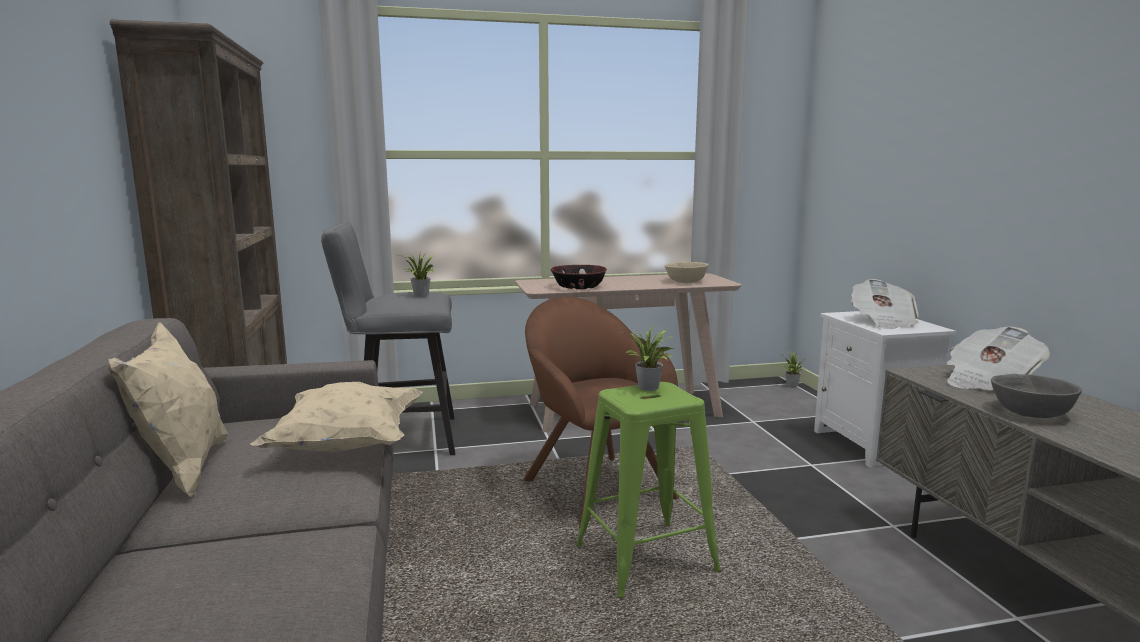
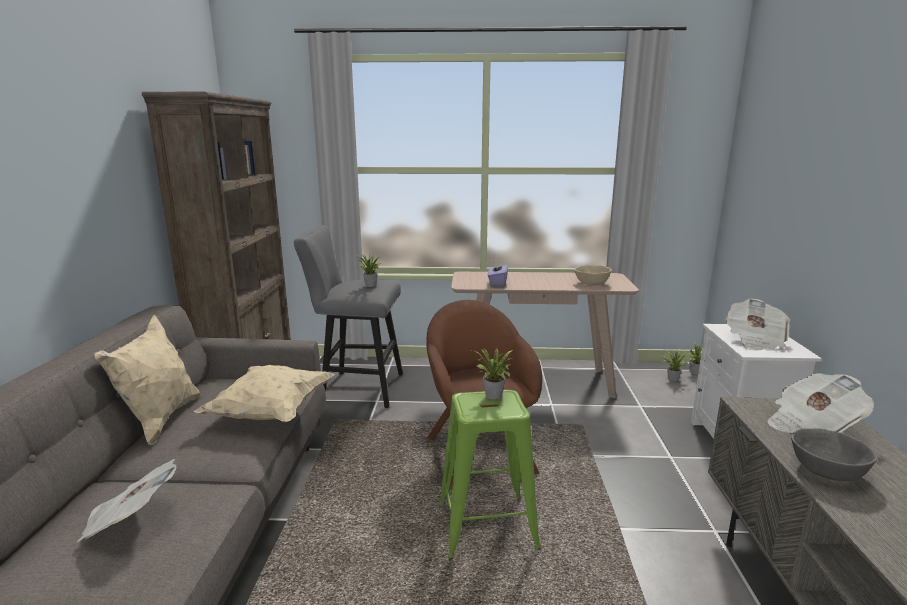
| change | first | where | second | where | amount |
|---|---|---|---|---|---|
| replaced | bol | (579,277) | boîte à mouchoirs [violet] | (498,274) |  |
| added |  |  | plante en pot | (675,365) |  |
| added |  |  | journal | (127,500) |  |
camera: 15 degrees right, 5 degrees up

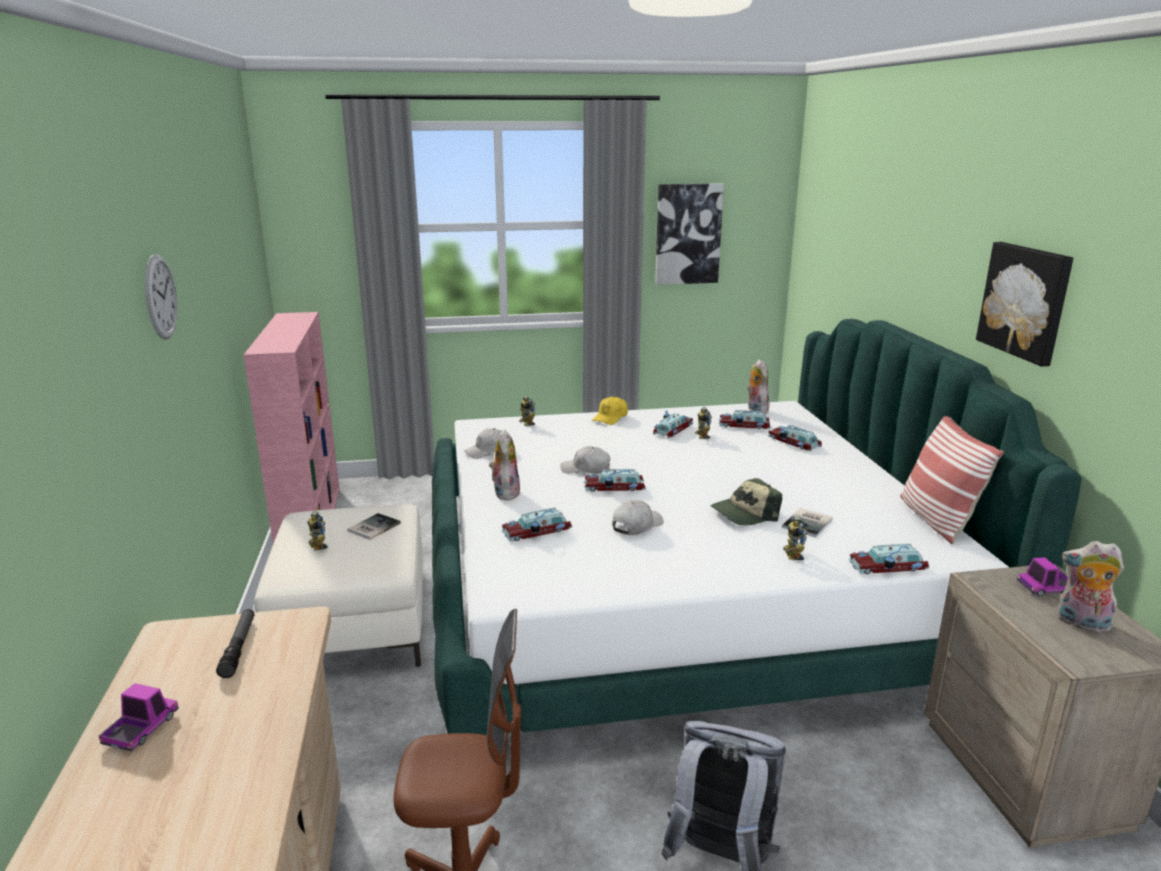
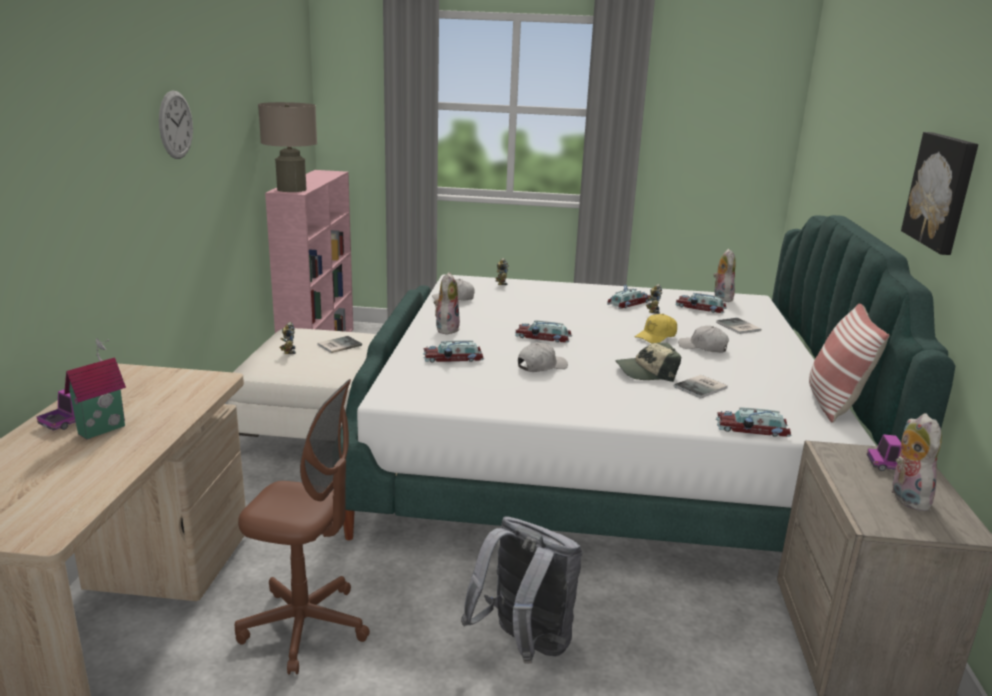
| change | first | where | second | where | amount |
|---|---|---|---|---|---|
| removed | tableau | (689,234) |  |  |  |
| moved | casquette [jaune] | (610,410) |  | (656,328) |  |
| replaced | petite voiture | (795,438) | livre | (738,326) |  |
| moved | casquette [blanc] | (585,460) |  | (703,339) |  |
| removed | robot jouet | (795,537) |  |  |  |
| turned | peluche | (1091,587) |  | (917,462) | 45 degrees clockwise |
| removed | lampe de poche | (235,643) |  |  |  |
| added |  |  | lampe de table [beige] | (287,147) |  |
| added |  |  | maison miniature | (95,388) |  |
camera: 15 degrees right, 0 degrees up

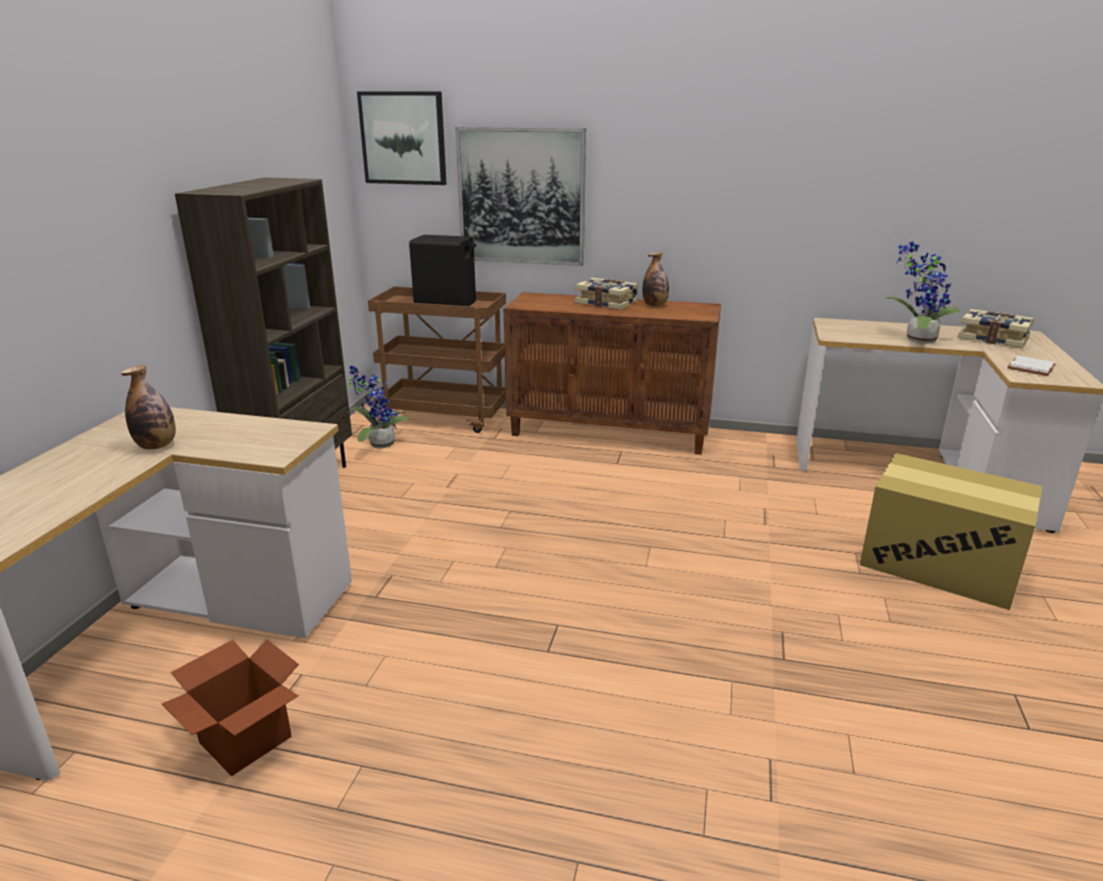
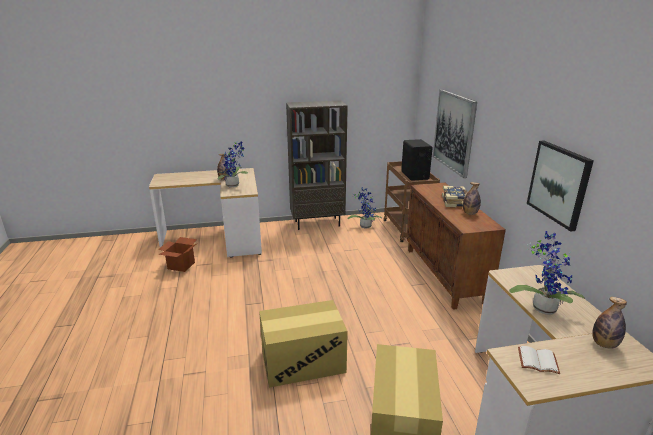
| change | first | where | second | where | amount |
|---|---|---|---|---|---|
| moved | tableau | (402,138) |  | (560,186) |  |
| replaced | livre | (996,328) | bouteille | (609,323) |  |
| added |  |  | plante en pot | (232,164) |  |
| added |  |  | carton | (303,344) |  |
camera: 65 degrees right, 0 degrees up

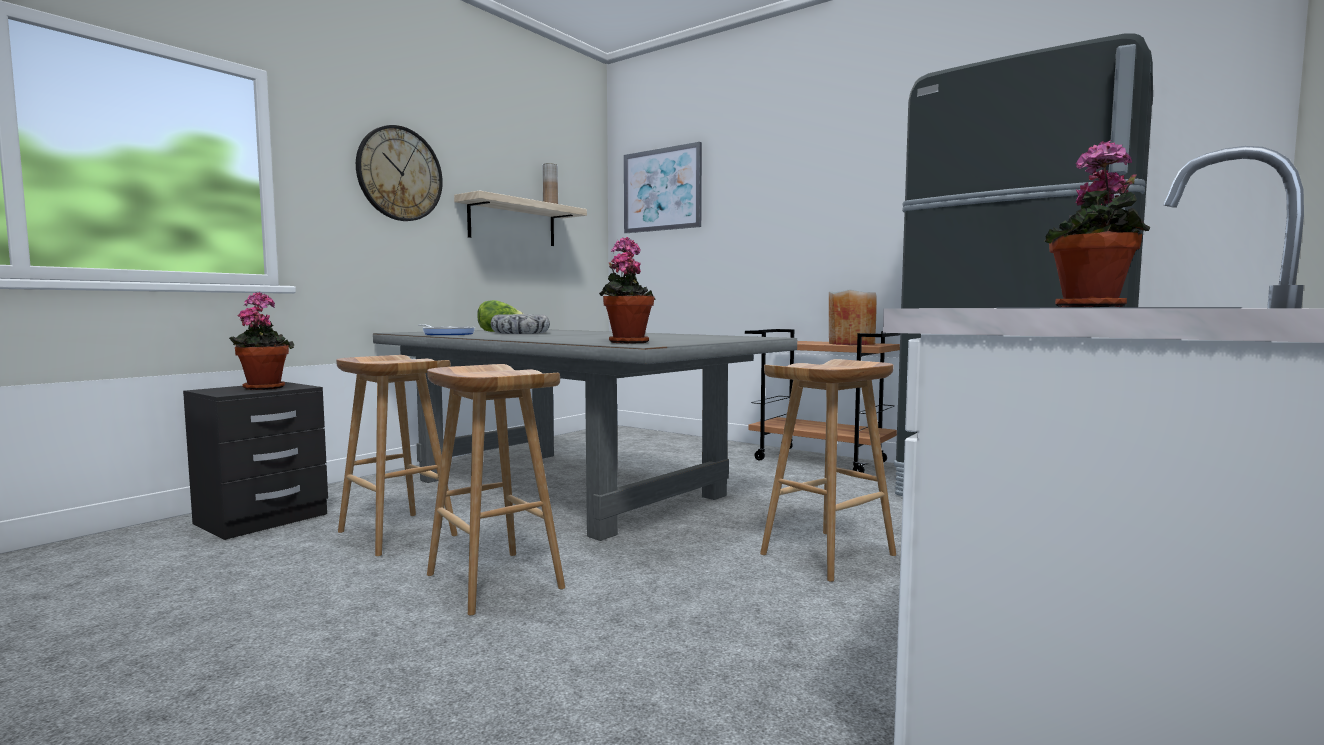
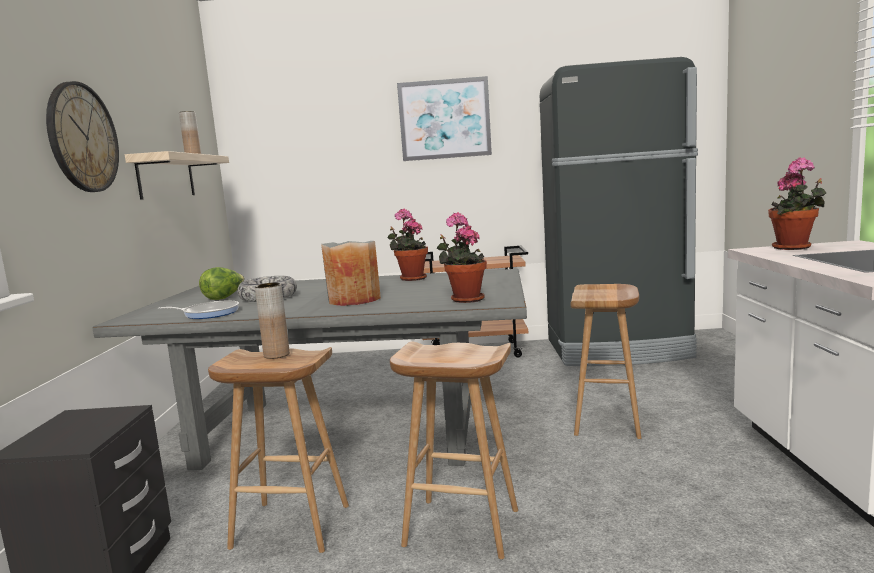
| change | first | where | second | where | amount |
|---|---|---|---|---|---|
| moved | tableau | (663,187) |  | (444,118) |  |
| moved | vase [gris] | (853,317) |  | (351,273) |  |
| moved | plante en pot | (261,341) |  | (407,244) |  |
| added |  |  | vase [marron] | (272,320) |  |
camera: 35 degrees left, 5 degrees up

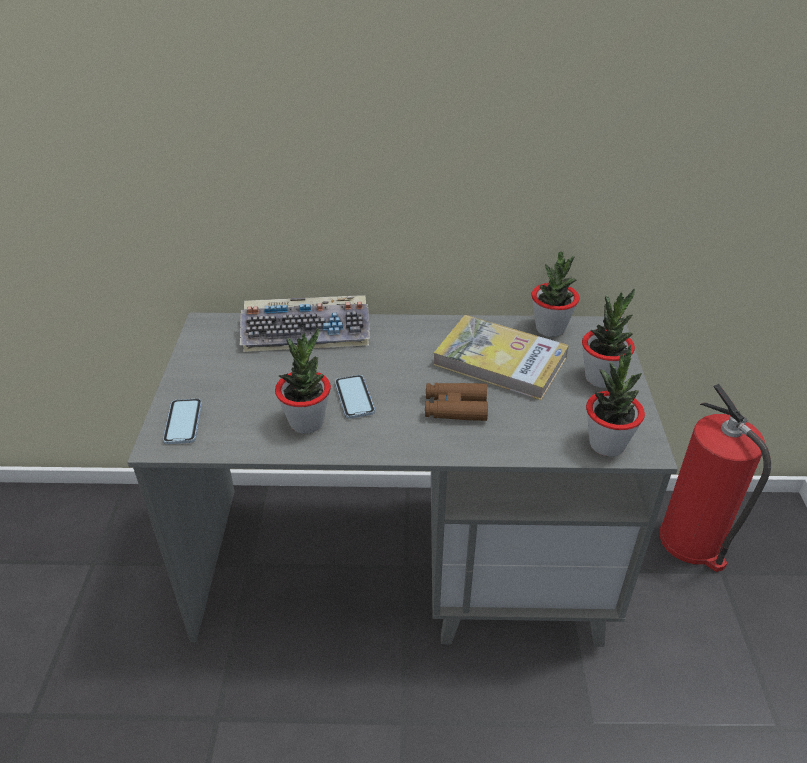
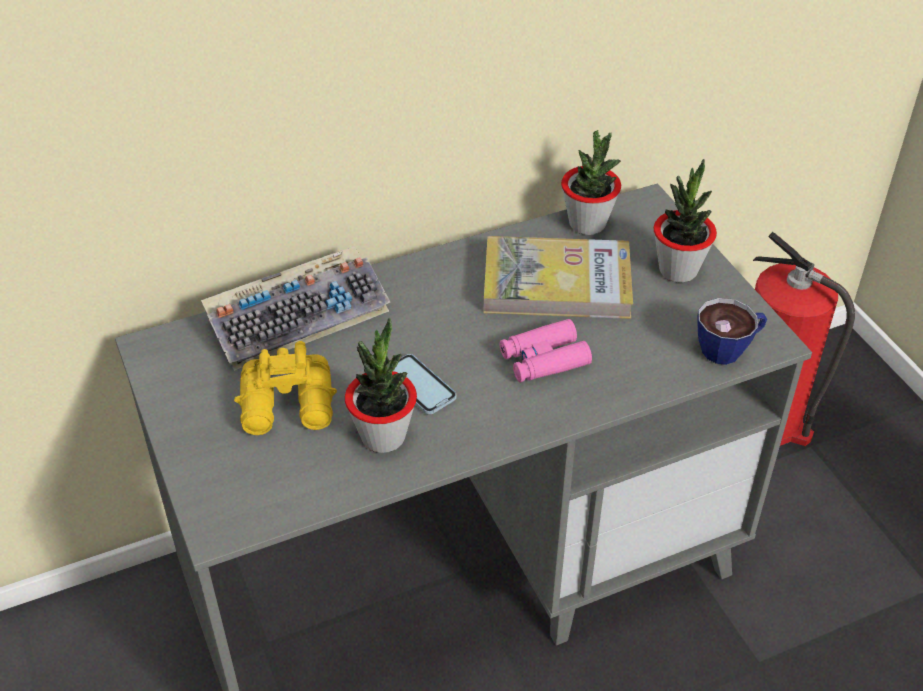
| change | first | where | second | where | amount |
|---|---|---|---|---|---|
| replaced | plante en pot | (615,401) | tasse | (732,331) |  |
| recoloured | jumelles [marron] | (456,402) | jumelles [rose] | (546,350) |  |
| removed | téléphone | (182,421) |  |  |  |
| added |  |  | jumelles [jaune] | (285,388) |  |
camera: 25 degrees left, 5 degrees up

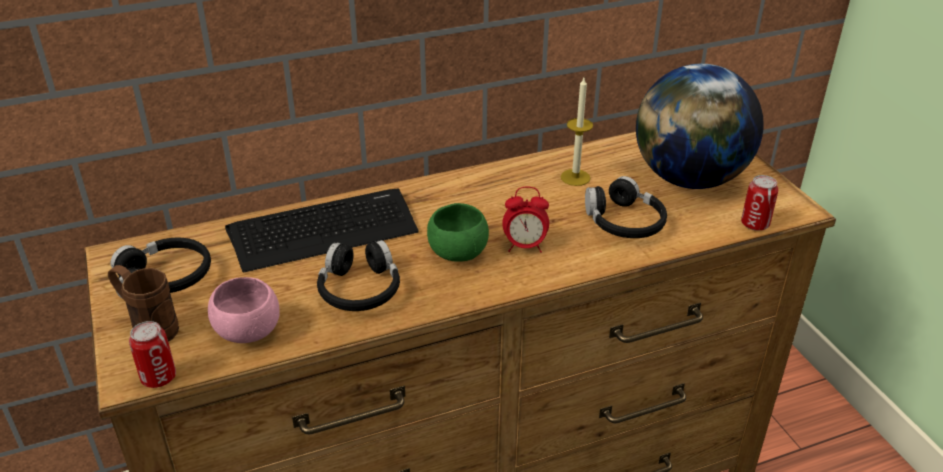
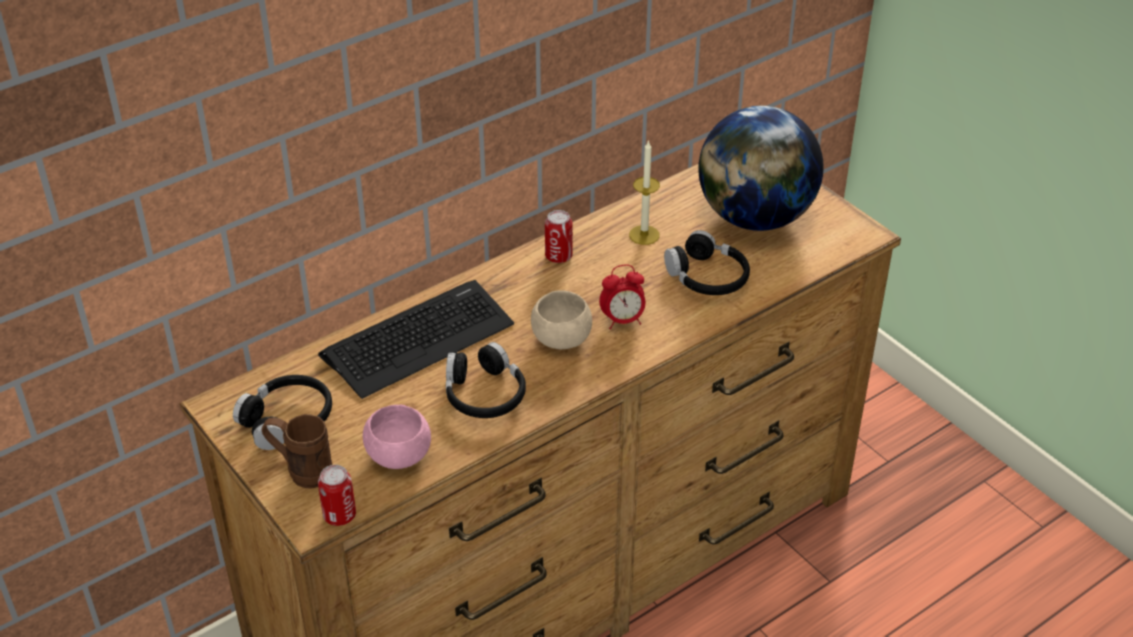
| change | first | where | second | where | amount |
|---|---|---|---|---|---|
| moved | boîte métallique | (759,203) |  | (559,236) |  |
| recoloured | bol [vert] | (458,232) | bol [beige] | (561,319) |  |
camera: 15 degrees left, 5 degrees up

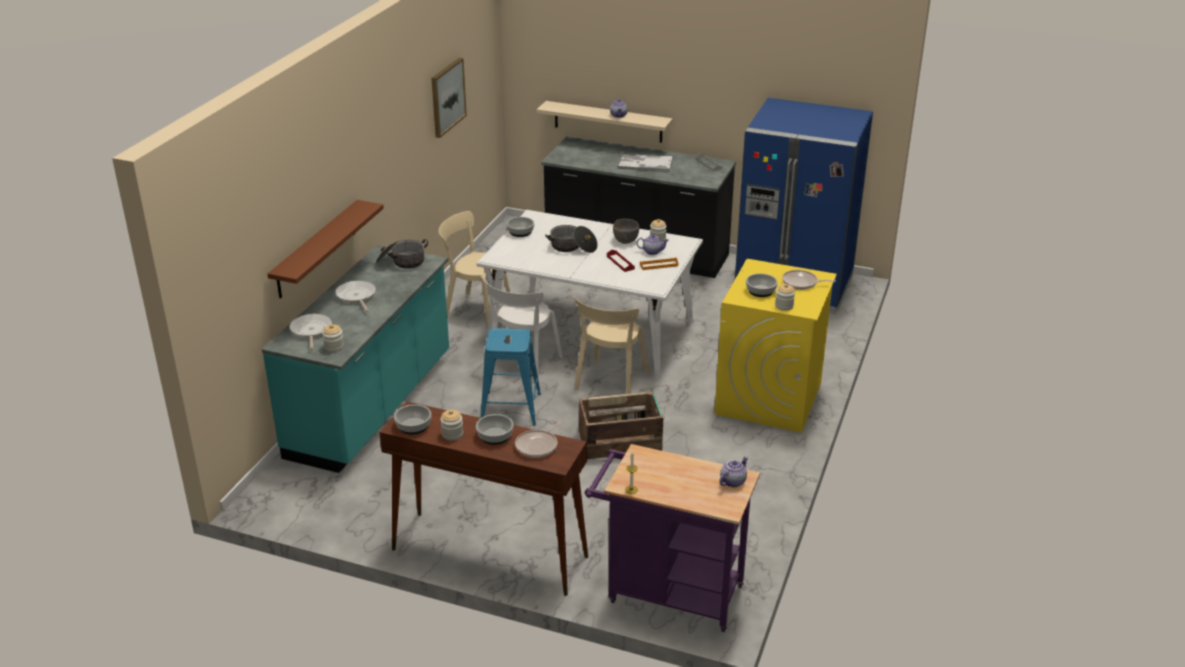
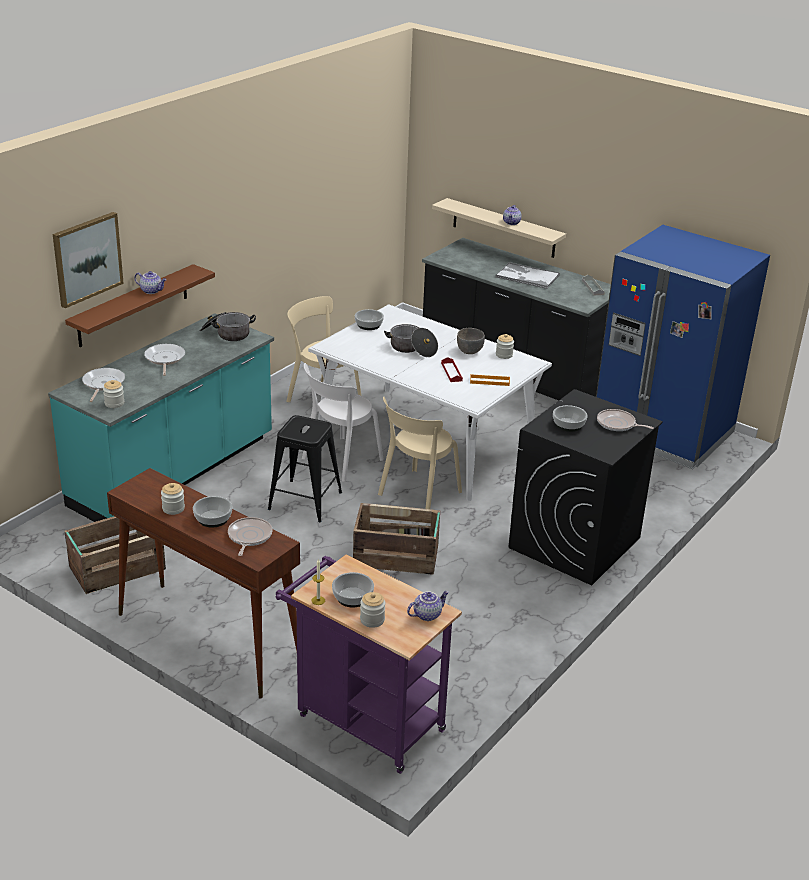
| change | first | where | second | where | amount |
|---|---|---|---|---|---|
| moved | tableau | (449,98) |  | (88,260) |  |
| moved | théière | (653,245) |  | (150,282) |  |
| recoloured | lave-linge [jaune] | (776,346) | lave-linge [noir] | (586,487) |  |
| moved | bocal | (785,297) |  | (372,610) |  |
| recoloured | tabouret [bleu] | (511,376) | tabouret [noir] | (305,468) |  |
| moved | bol | (412,419) |  | (353,590) |  |
| turned | poêle | (539,439) |  | (250,536) | 135 degrees clockwise |
| added |  |  | caisse | (115,555) |  |
camera: 15 degrees right, 0 degrees up

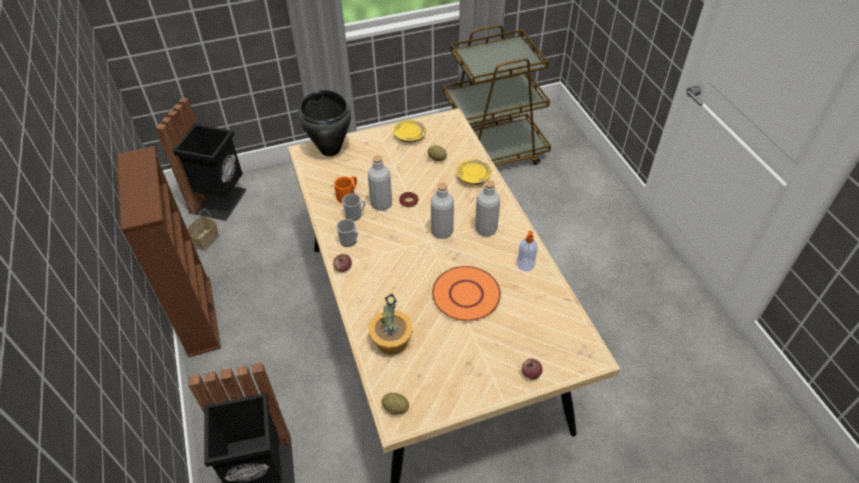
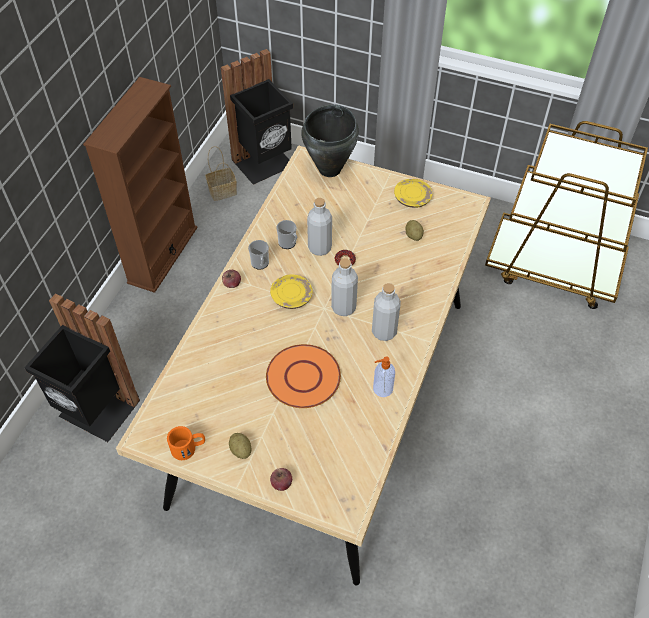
| change | first | where | second | where | amount |
|---|---|---|---|---|---|
| moved | assiette [jaune] | (474,172) |  | (291,291) |  |
| moved | mug [orange] | (345,189) |  | (186,443) |  |
| removed | plante en pot | (391,324) |  |  |  |
| moved | pomme de terre | (395,403) |  | (240,446) |  |
camera: 40 degrees right, 5 degrees up

